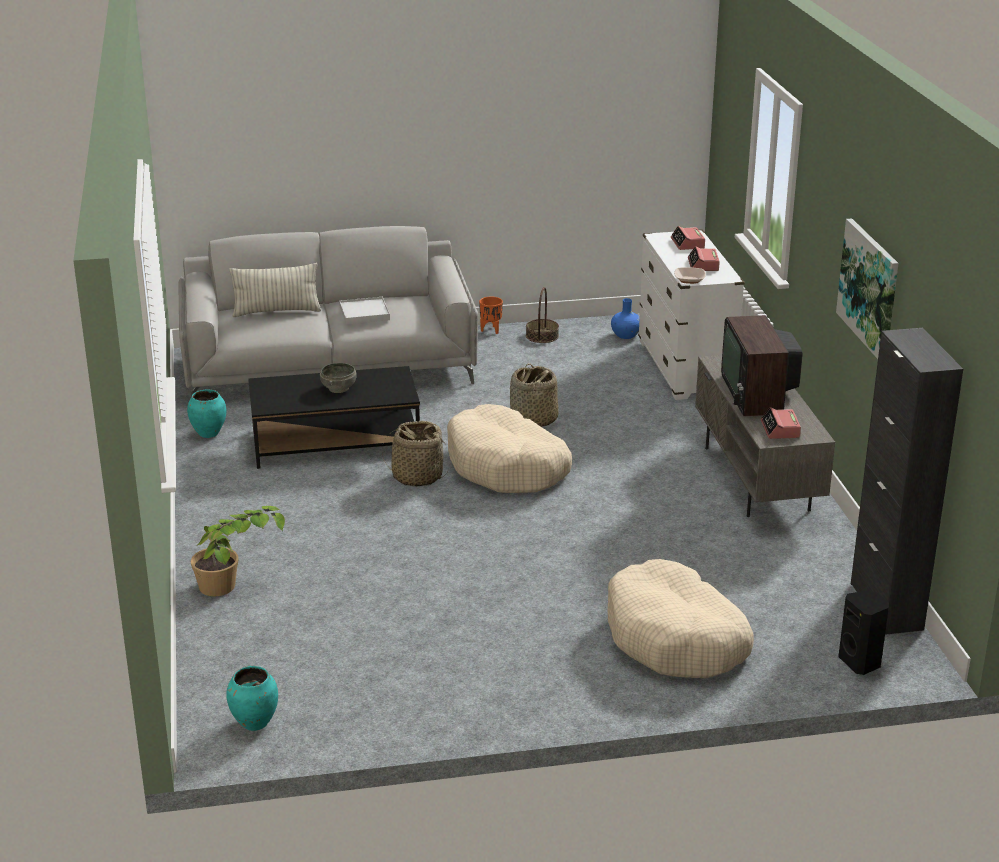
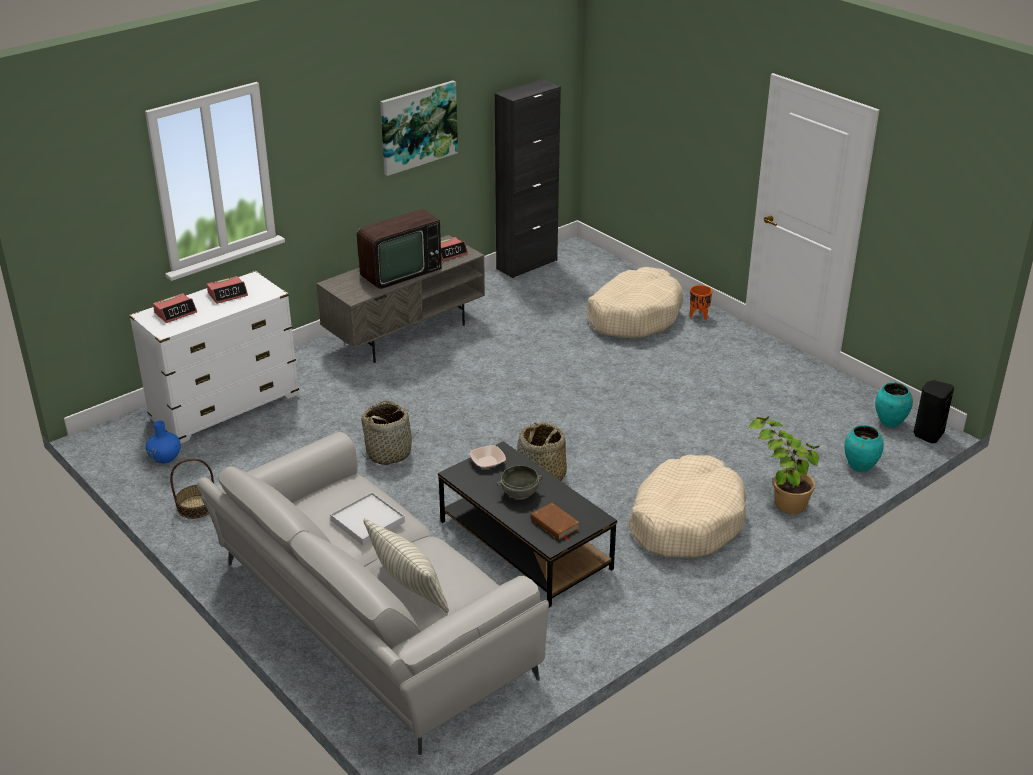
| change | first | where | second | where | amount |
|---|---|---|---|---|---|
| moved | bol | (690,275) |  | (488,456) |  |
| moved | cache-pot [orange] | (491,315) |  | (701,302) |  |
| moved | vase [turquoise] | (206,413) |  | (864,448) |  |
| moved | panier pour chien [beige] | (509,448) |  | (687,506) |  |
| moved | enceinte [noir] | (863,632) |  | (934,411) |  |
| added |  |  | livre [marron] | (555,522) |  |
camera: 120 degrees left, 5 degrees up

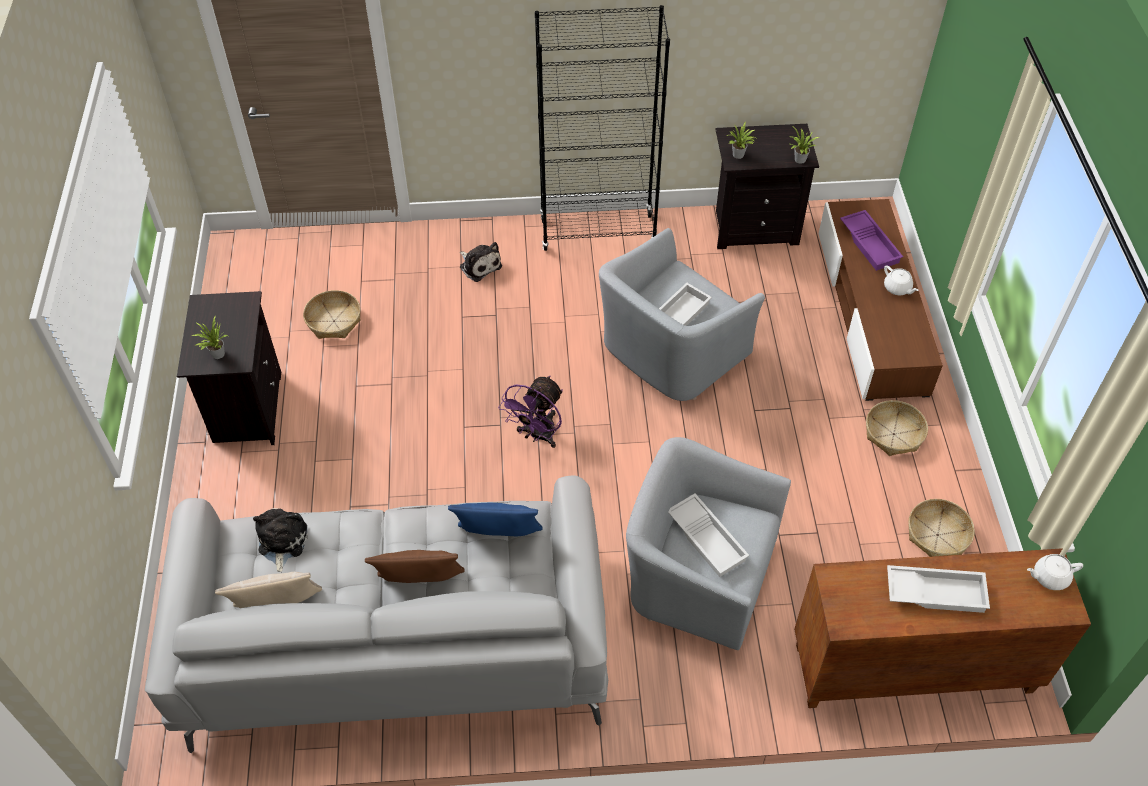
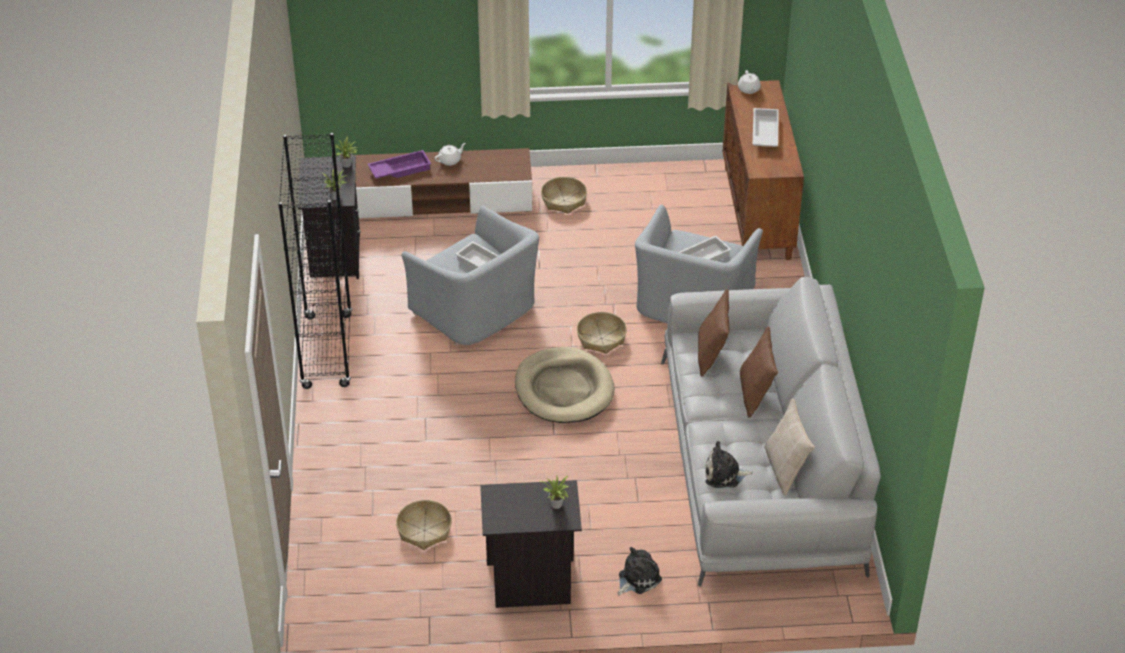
| change | first | where | second | where | amount |
|---|---|---|---|---|---|
| moved | peluche | (481,262) |  | (639,571) |  |
| replaced | ventilateur [violet] | (530,412) | panier pour chien [beige] | (565,385) |  |
| moved | panier | (942,528) |  | (602,333) |  |
| recoloured | coussin [bleu] | (495,519) | coussin [marron] | (714,333) |  |
camera: 90 degrees left, 10 degrees down

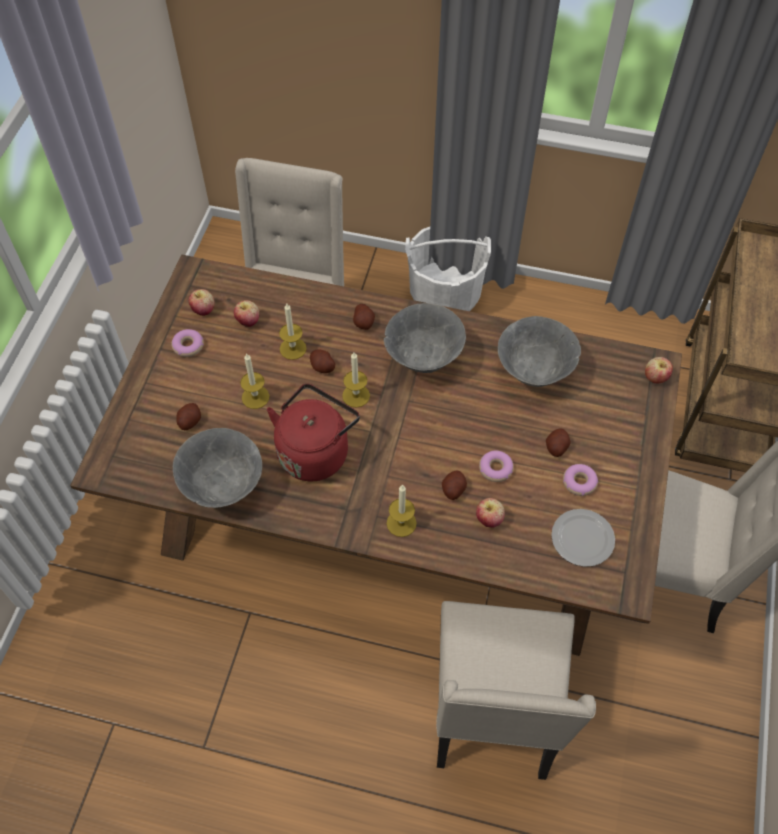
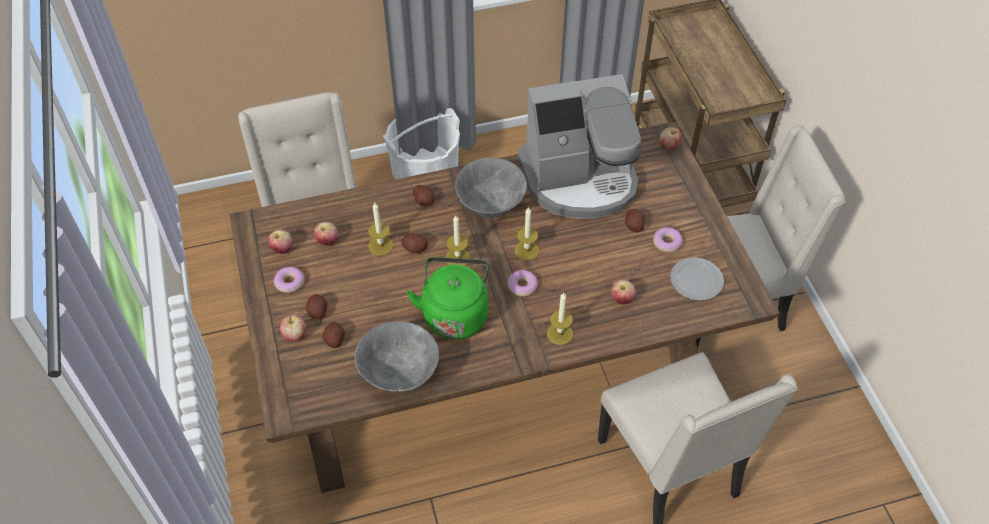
| change | first | where | second | where | amount |
|---|---|---|---|---|---|
| replaced | bol [gris] | (539,351) | machine à café | (580,146) |  |
| moved | bougie | (254,381) |  | (526,233) |  |
| recoloured | bouilloire [rouge] | (313,432) | bouilloire [vert] | (448,298) |  |
| moved | beignet | (496,466) |  | (523,283) |  |
| moved | pomme de terre | (454,485) |  | (316,307) |  |
| added |  |  | pomme | (293,328) |  |
camera: 30 degrees left, 5 degrees down

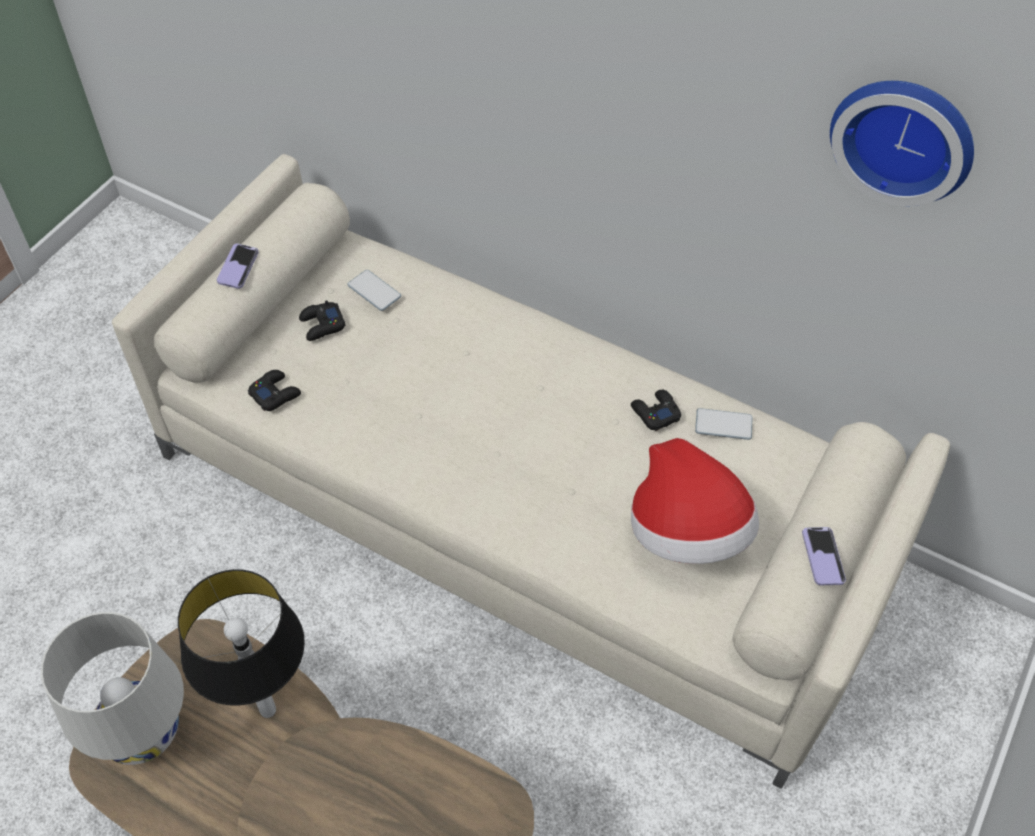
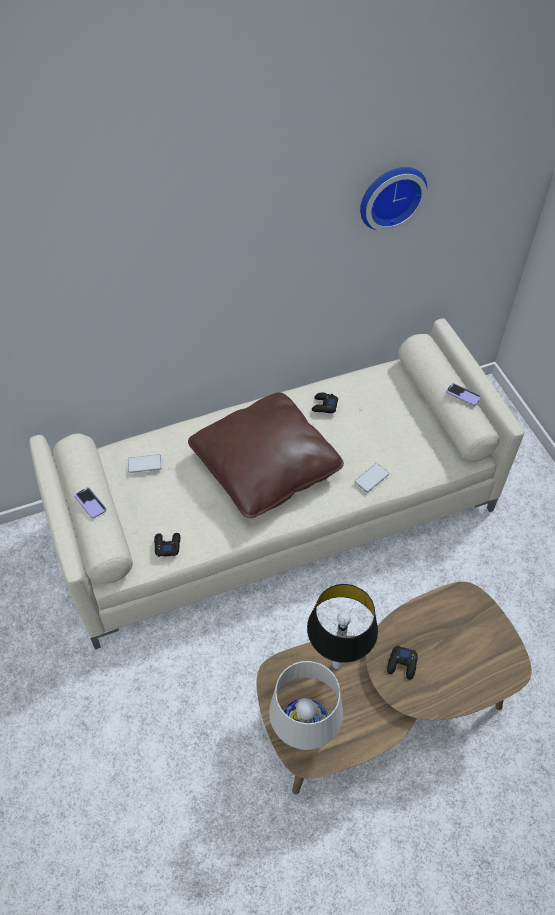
| change | first | where | second | where | amount |
|---|---|---|---|---|---|
| moved | manette [noir] | (322,320) |  | (402,662) |  |
| moved | téléphone | (723,424) |  | (372,477) |  |
| removed | chapeau | (695,501) |  |  |  |
| added |  |  | coussin [marron] | (266,455) |  |
camera: 50 degrees left, 0 degrees up

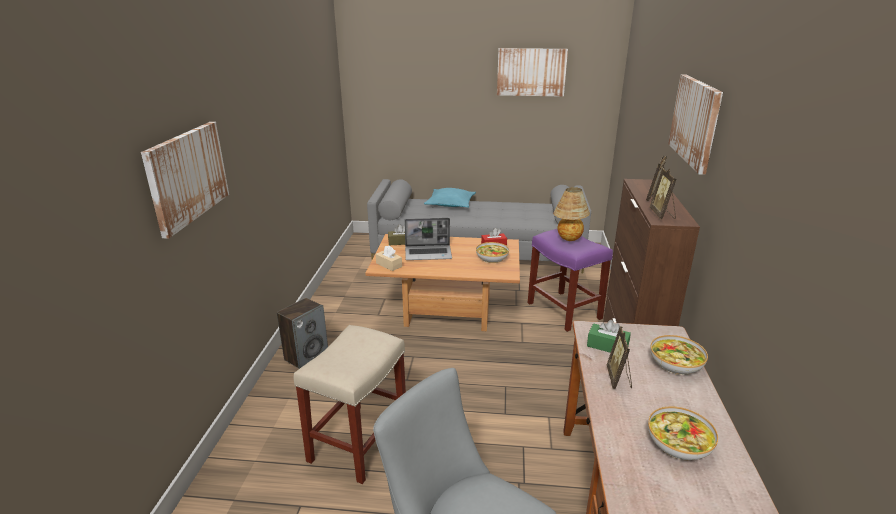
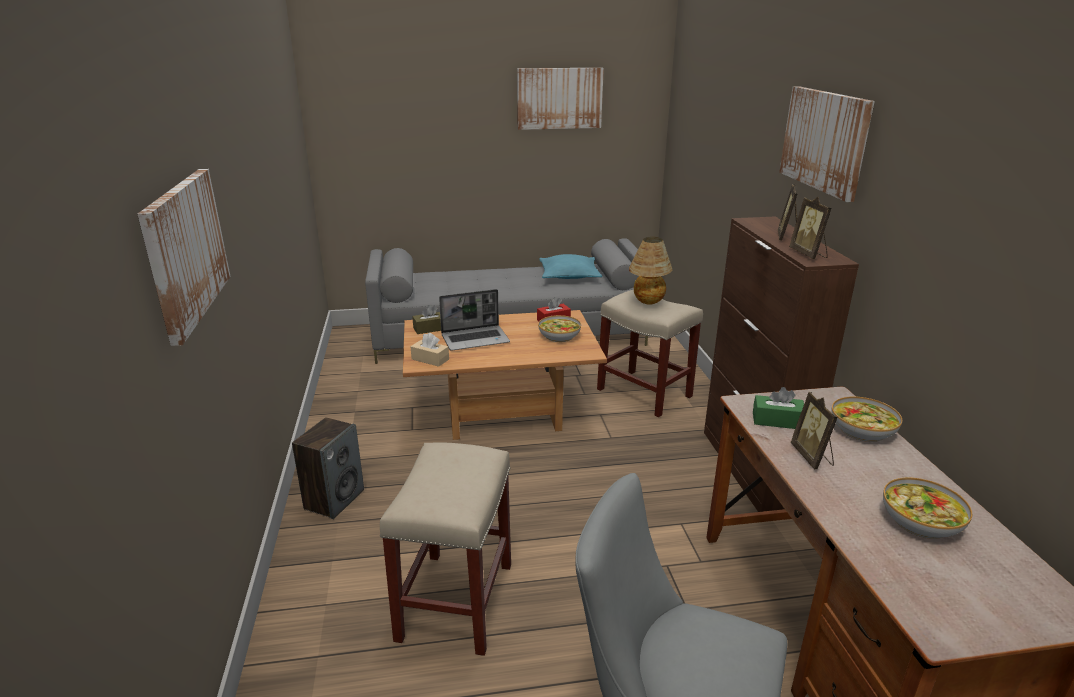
| change | first | where | second | where | amount |
|---|---|---|---|---|---|
| moved | coussin [turquoise] | (450,198) |  | (570,266) |  |
| recoloured | tabouret [violet] | (570,280) | tabouret [beige] | (650,353) |  |
camera: 15 degrees left, 0 degrees up

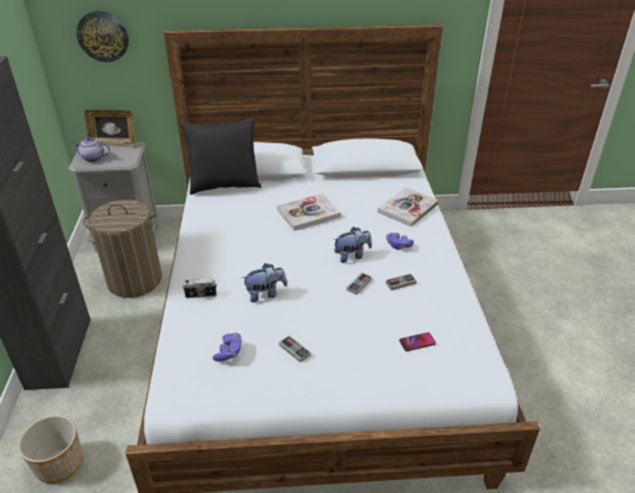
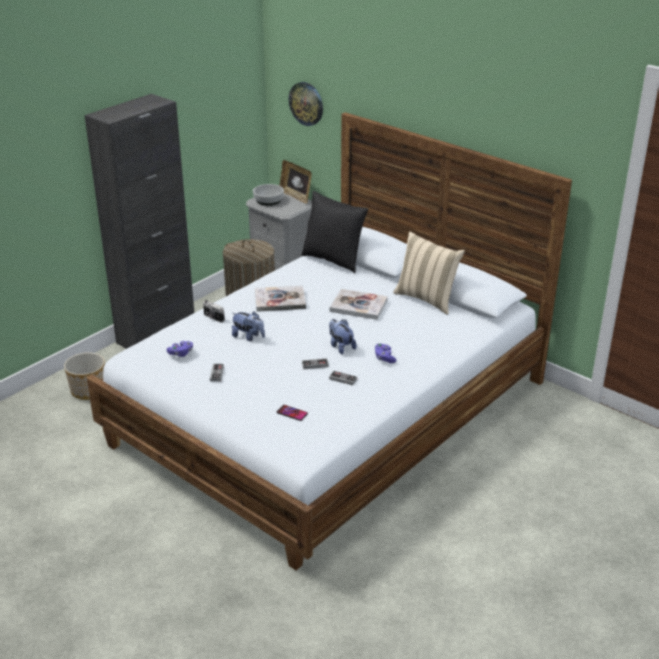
| change | first | where | second | where | amount |
|---|---|---|---|---|---|
| replaced | théière | (90,149) | bol | (268,195) |  |
| moved | livre | (408,207) |  | (280,298) |  |
| turned | peluche | (353,245) |  | (343,336) | 150 degrees counterclockwise |
| added |  |  | coussin [beige] | (429,273) |  |
camera: 45 degrees right, 5 degrees down

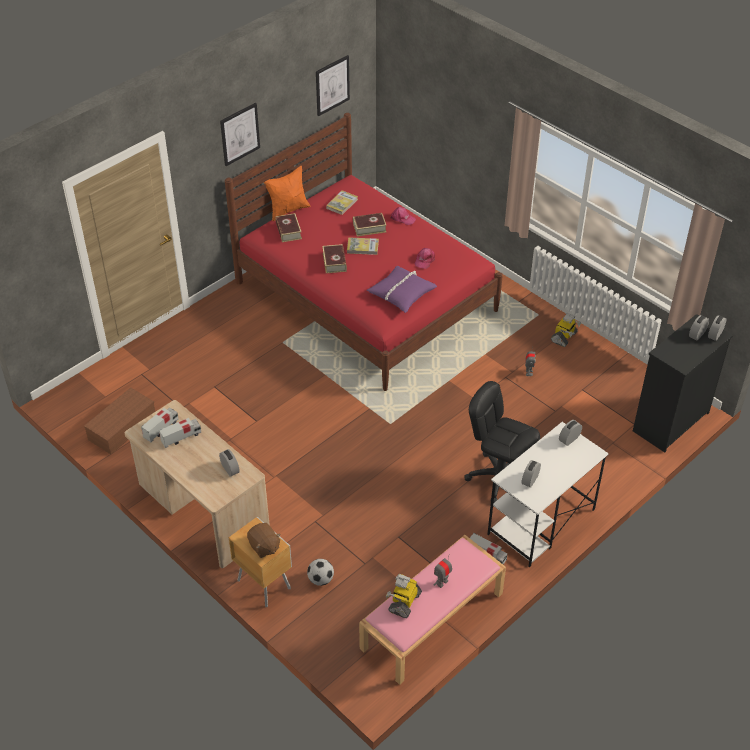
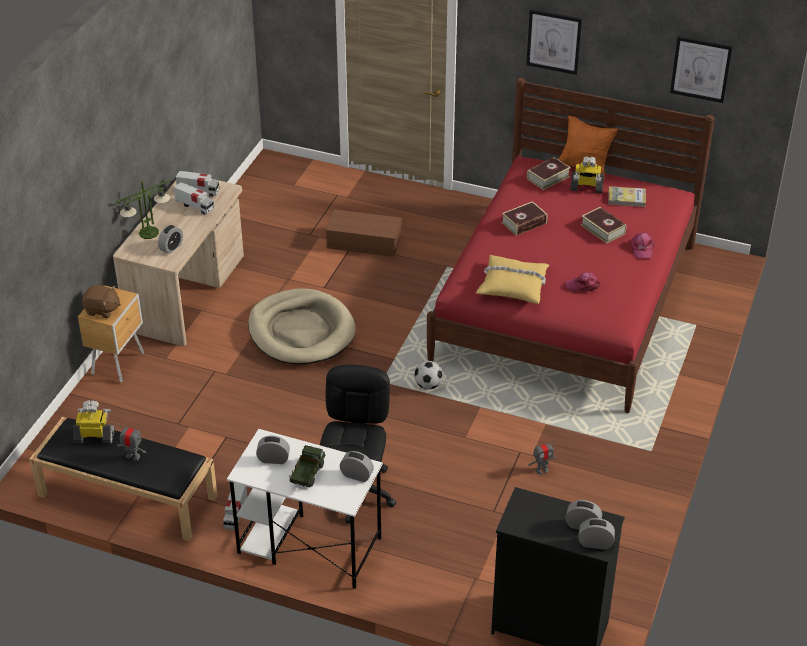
| change | first | where | second | where | amount |
|---|---|---|---|---|---|
| removed | livre | (363,246) |  |  |  |
| recoloured | coussin [violet] | (402,289) | coussin [jaune] | (512,279) |  |
| moved | robot jouet | (566,330) |  | (587,174) |  |
| moved | boîte de rangement [marron] | (119,421) |  | (363,233) |  |
| turned | peluche [marron] | (264,540) |  | (101,301) | 105 degrees counterclockwise |
| recoloured | banc [rose] | (432,610) | banc [noir] | (123,479) |  |
| moved | ballon de foot | (320,572) |  | (428,375) |  |
| added |  |  | lampe de table | (143,209) |  |
| added |  |  | panier pour chien [beige] | (302,326) |  |
| added |  |  | camion jouet | (308,466) |  |
camera: 65 degrees right, 5 degrees down

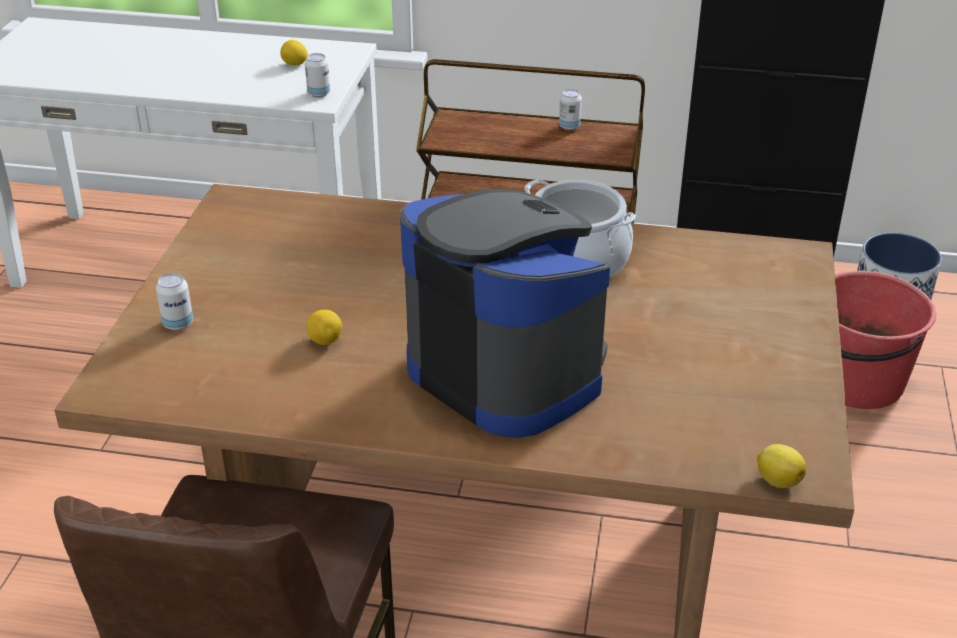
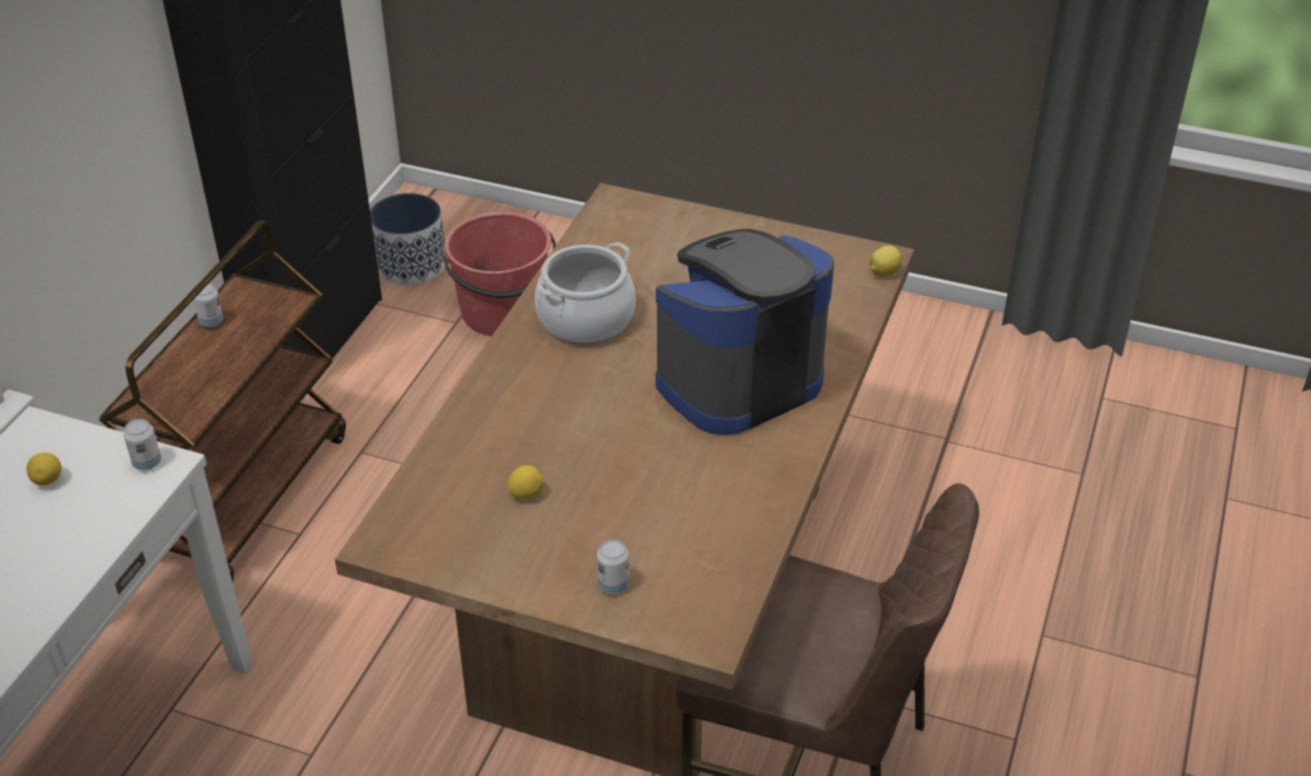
| change | first | where | second | where | amount |
|---|---|---|---|---|---|
| moved | citron | (324,327) |  | (525,482) |  |
camera: 80 degrees left, 5 degrees up

